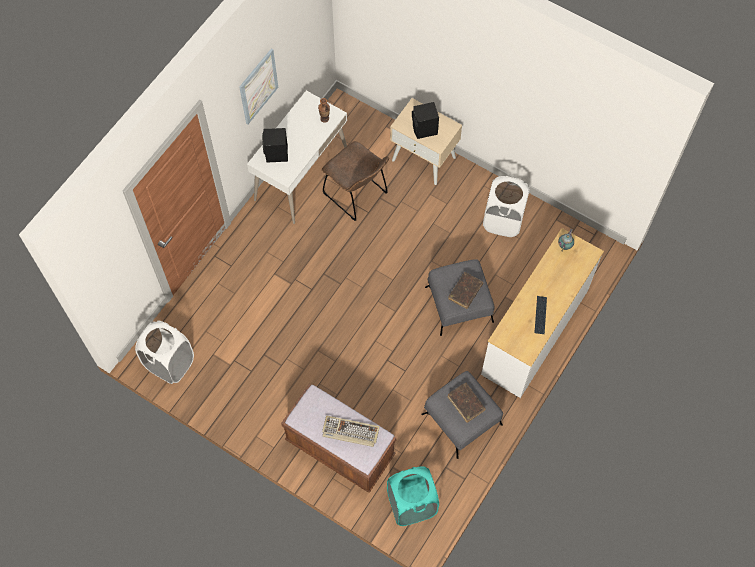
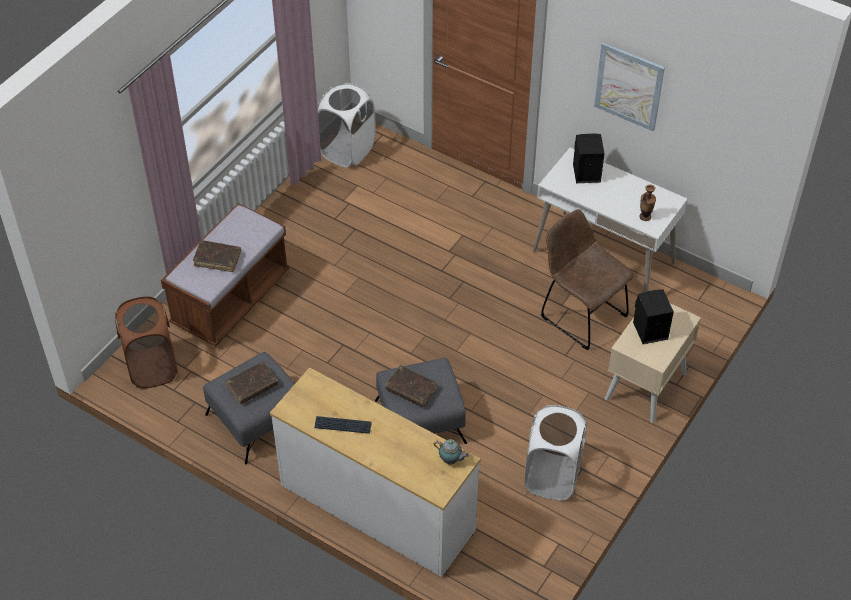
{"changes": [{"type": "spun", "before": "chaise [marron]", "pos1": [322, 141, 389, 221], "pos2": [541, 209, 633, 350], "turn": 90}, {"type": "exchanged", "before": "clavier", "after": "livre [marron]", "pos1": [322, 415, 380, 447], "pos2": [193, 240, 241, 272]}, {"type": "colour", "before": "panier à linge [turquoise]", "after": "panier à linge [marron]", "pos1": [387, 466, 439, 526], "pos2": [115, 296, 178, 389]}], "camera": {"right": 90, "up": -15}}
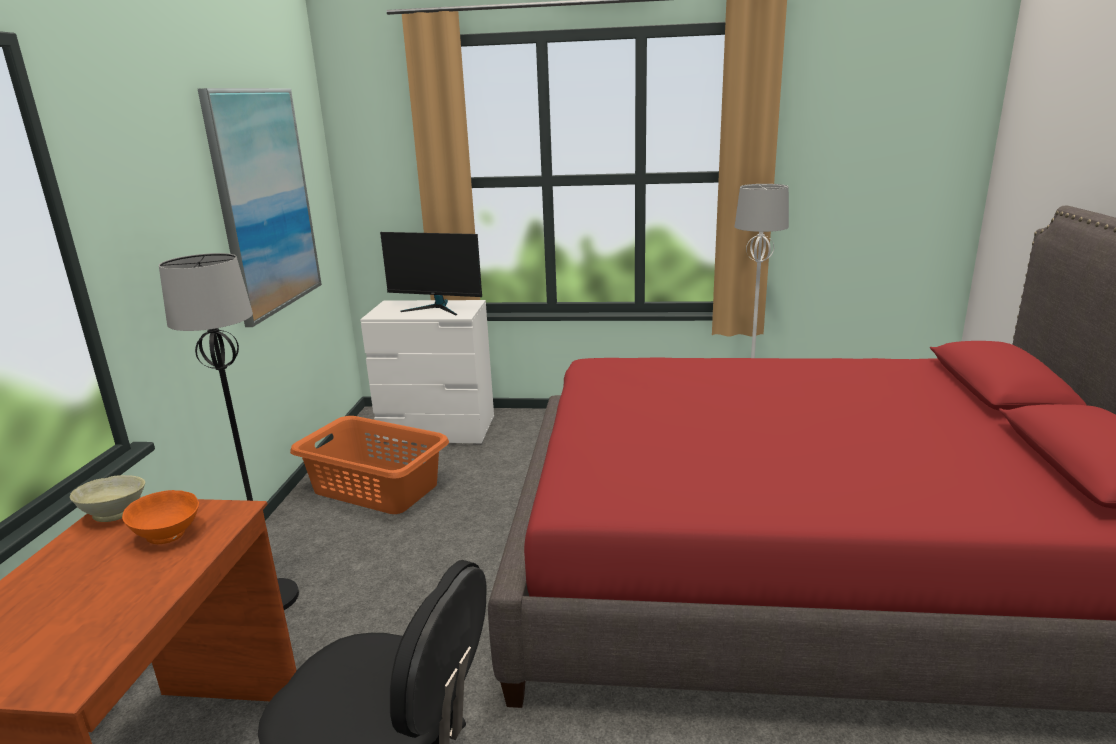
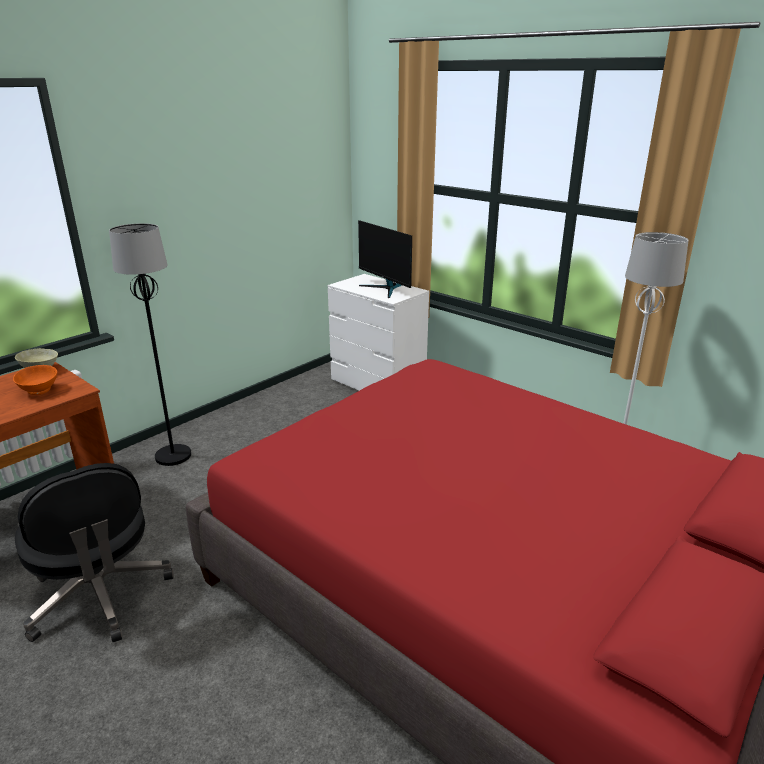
{"changes": [{"type": "missing", "before": "tableau", "pos1": [198, 88, 322, 327]}, {"type": "missing", "before": "panier à linge [orange]", "pos1": [290, 416, 449, 514]}], "camera": {"right": 35, "up": 5}}
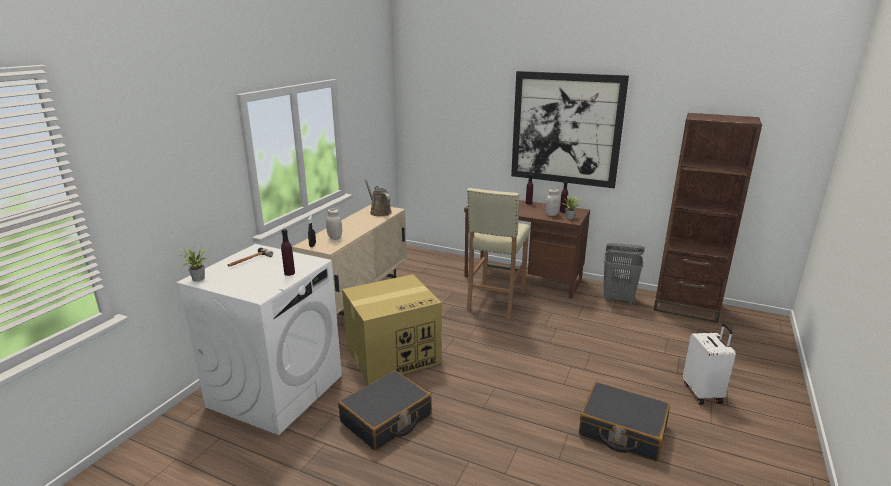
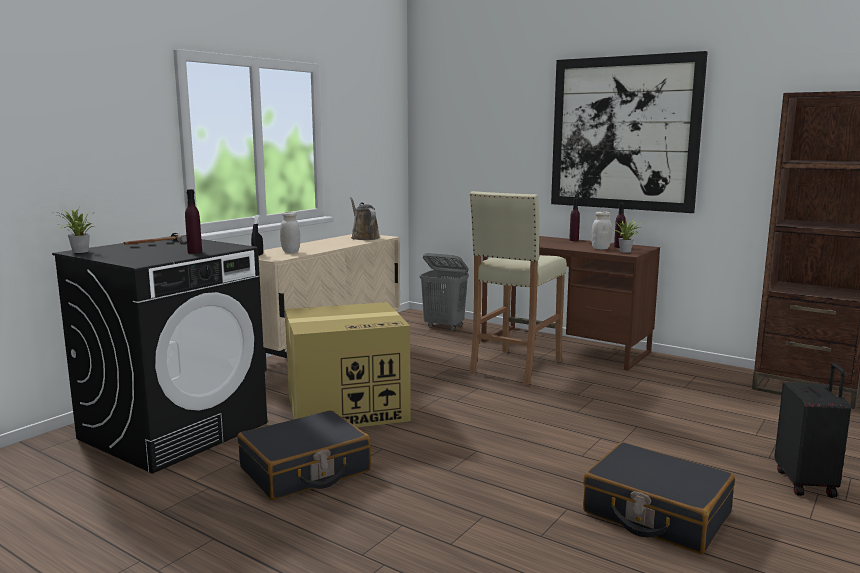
{"changes": [{"type": "relocated", "before": "panier à linge [gris]", "pos1": [603, 243, 645, 304], "pos2": [419, 253, 469, 331]}, {"type": "colour", "before": "lave-linge [blanc]", "after": "lave-linge [noir]", "pos1": [176, 244, 342, 435], "pos2": [52, 236, 267, 474]}, {"type": "colour", "before": "valise [blanc]", "after": "valise [noir]", "pos1": [683, 323, 736, 405], "pos2": [775, 363, 851, 498]}], "camera": {"right": 10, "up": -10}}
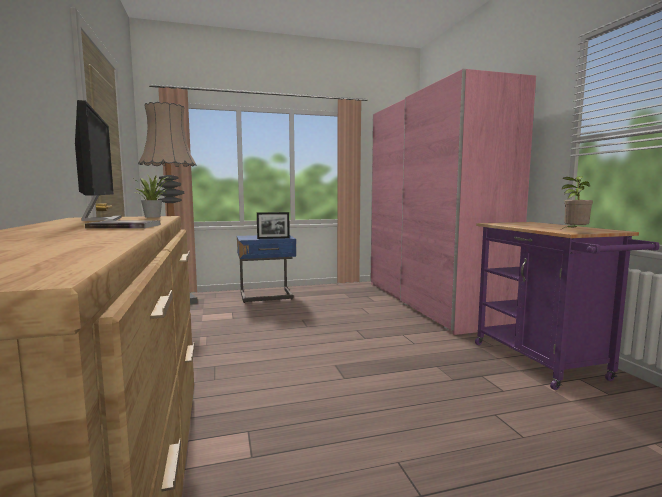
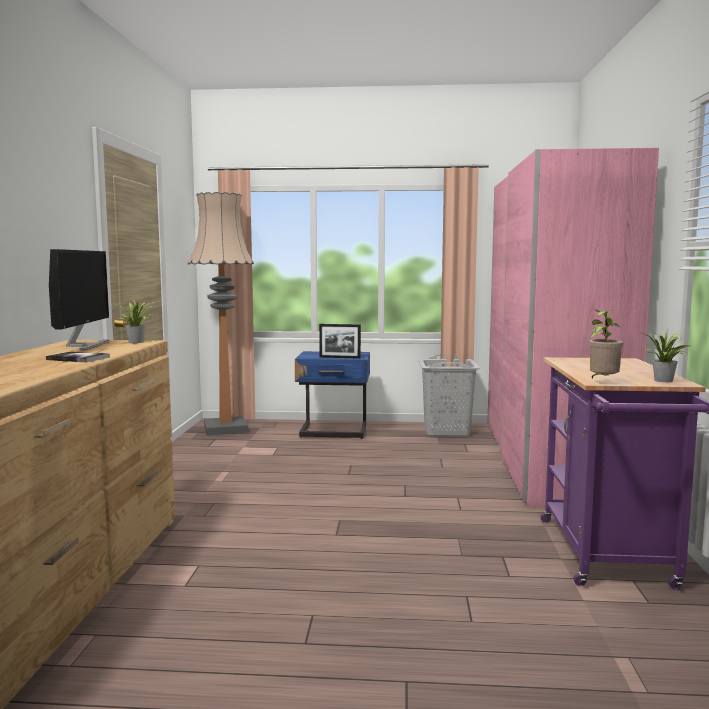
{"changes": [{"type": "appeared", "after": "plante en pot", "pos2": [640, 329, 690, 382]}, {"type": "appeared", "after": "panier à linge [gris]", "pos2": [419, 355, 480, 437]}], "camera": {"right": 20, "up": 0}}
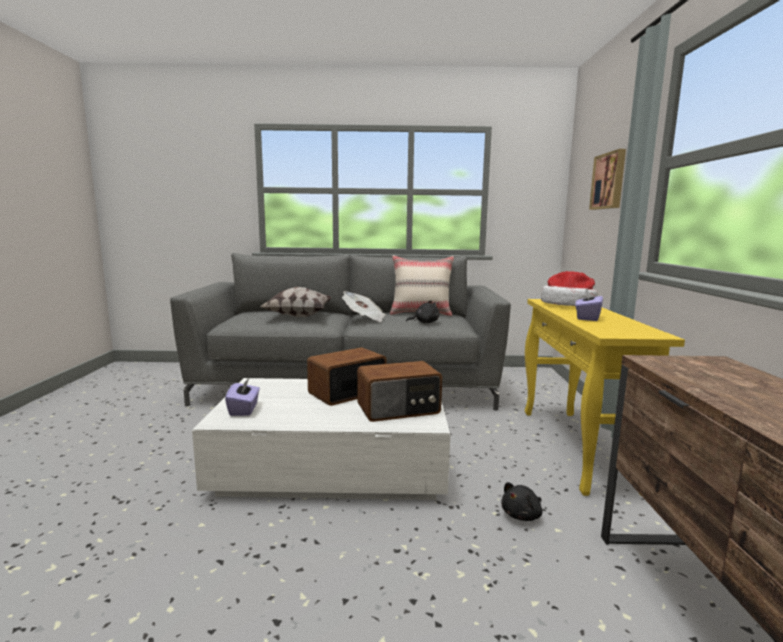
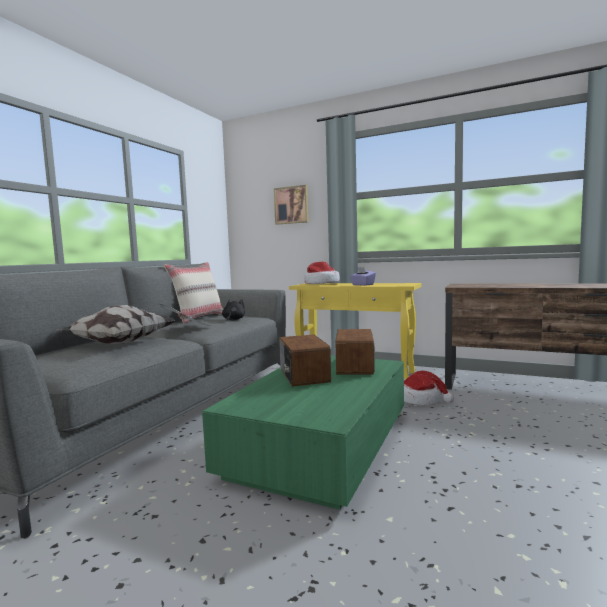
{"changes": [{"type": "missing", "before": "boîte à mouchoirs [violet]", "pos1": [225, 377, 260, 416]}, {"type": "colour", "before": "table basse [blanc]", "after": "table basse [vert]", "pos1": [192, 378, 450, 500], "pos2": [202, 355, 404, 510]}, {"type": "exchanged", "before": "peluche [noir]", "after": "chapeau", "pos1": [501, 482, 542, 521], "pos2": [404, 371, 454, 405]}], "camera": {"right": -65, "up": -5}}
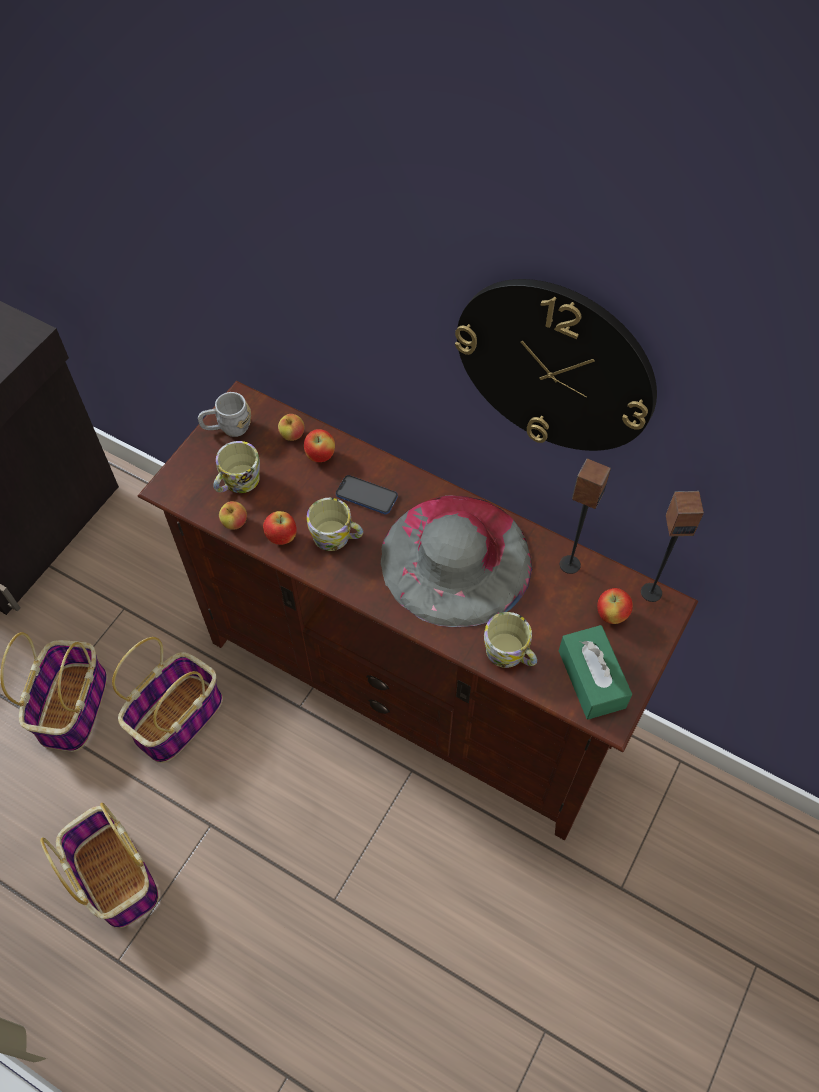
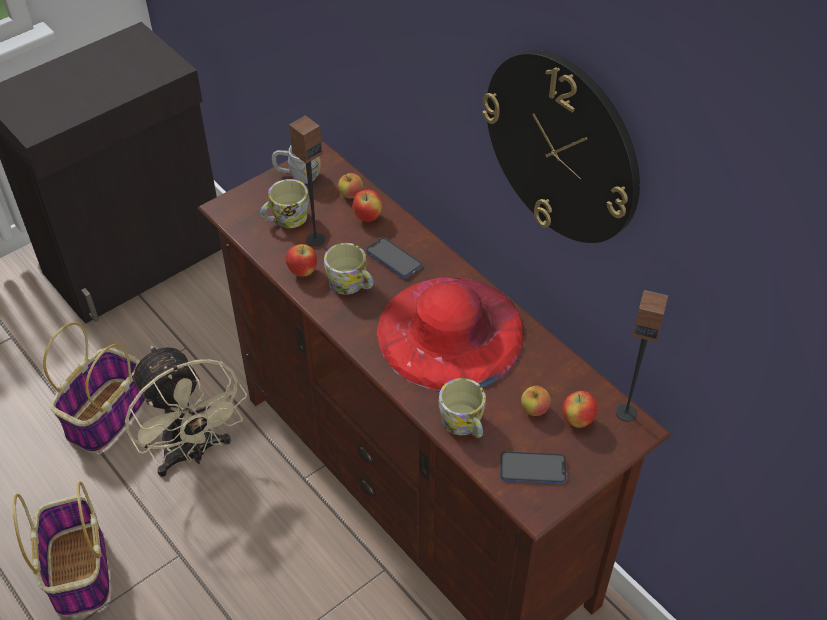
{"changes": [{"type": "relocated", "before": "enceinte", "pos1": [560, 458, 611, 574], "pos2": [289, 115, 325, 246]}, {"type": "colour", "before": "chapeau [gris]", "after": "chapeau [rouge]", "pos1": [381, 495, 532, 627], "pos2": [376, 277, 524, 391]}, {"type": "relocated", "before": "pomme", "pos1": [219, 501, 247, 530], "pos2": [521, 386, 551, 416]}, {"type": "exchanged", "before": "boîte à mouchoirs [vert]", "after": "téléphone", "pos1": [559, 625, 632, 720], "pos2": [500, 451, 567, 484]}, {"type": "exchanged", "before": "panier", "after": "ventilateur [beige]", "pos1": [112, 637, 223, 763], "pos2": [125, 346, 247, 477]}], "camera": {"right": 20, "up": -10}}
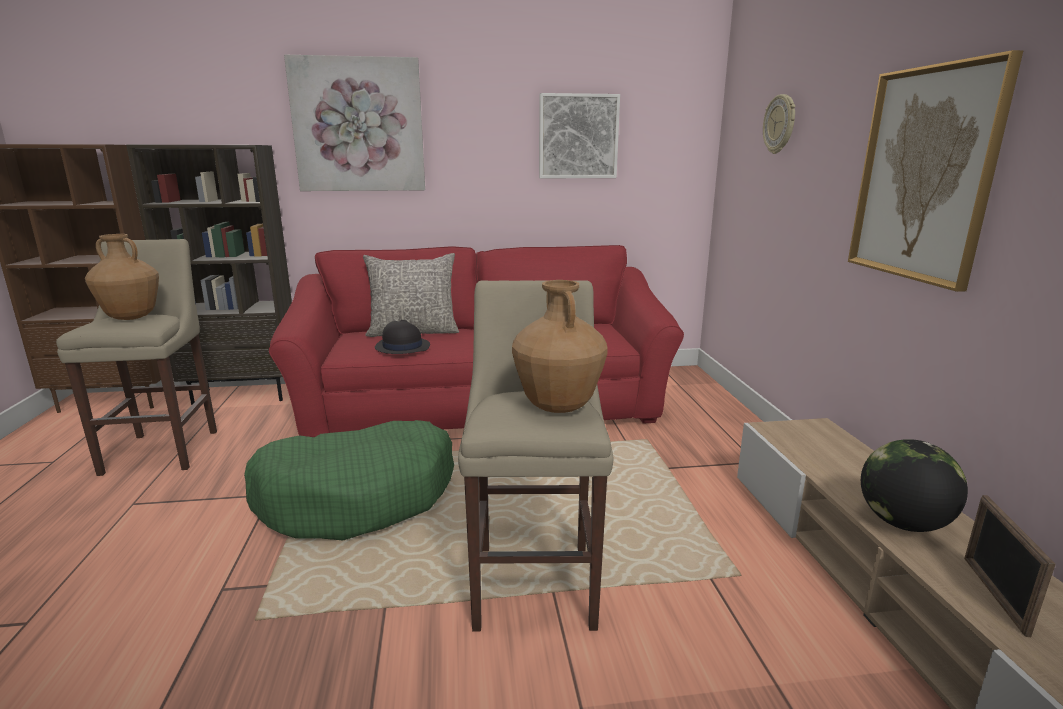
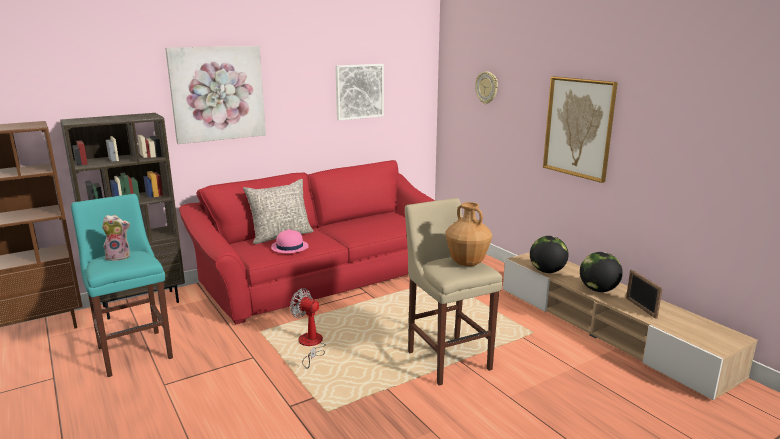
{"changes": [{"type": "exchanged", "before": "vase [marron]", "after": "peluche", "pos1": [85, 234, 159, 320], "pos2": [102, 215, 130, 261]}, {"type": "colour", "before": "tabouret [beige]", "after": "tabouret [turquoise]", "pos1": [56, 239, 217, 476], "pos2": [71, 194, 173, 377]}, {"type": "colour", "before": "chapeau [noir]", "after": "chapeau [rose]", "pos1": [375, 320, 430, 354], "pos2": [271, 229, 308, 253]}, {"type": "exchanged", "before": "panier pour chien [vert]", "after": "ventilateur", "pos1": [244, 420, 454, 540], "pos2": [290, 288, 326, 369]}, {"type": "appeared", "after": "globe", "pos2": [530, 236, 568, 273]}], "camera": {"right": -25, "up": 0}}
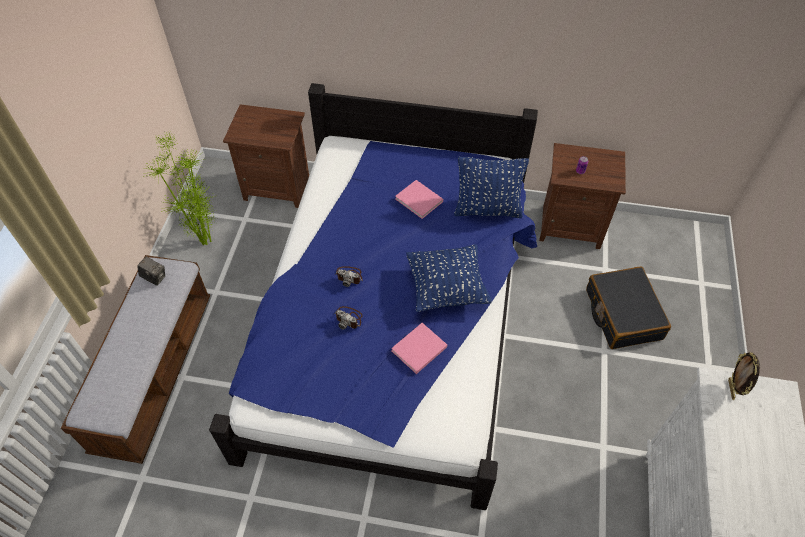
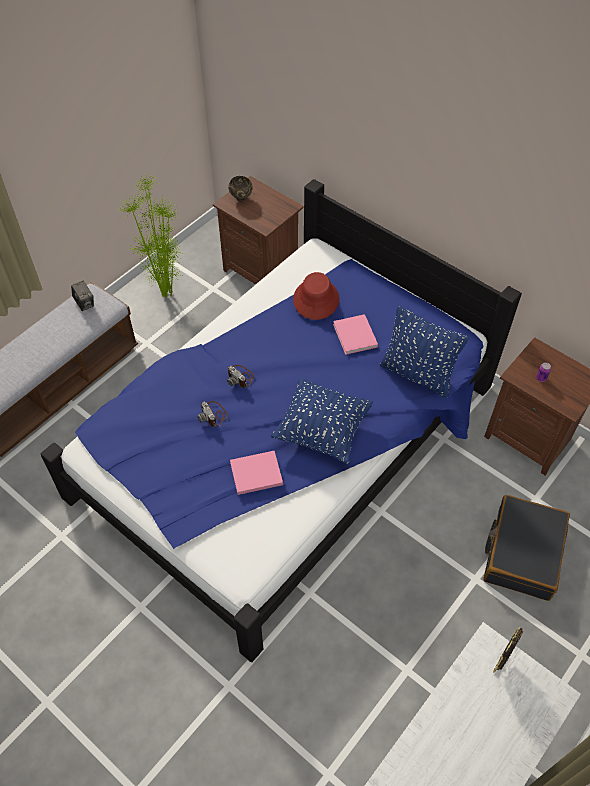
{"changes": [{"type": "appeared", "after": "bol [marron]", "pos2": [228, 176, 253, 202]}, {"type": "appeared", "after": "chapeau [rouge]", "pos2": [293, 272, 339, 320]}], "camera": {"right": 30, "up": 0}}
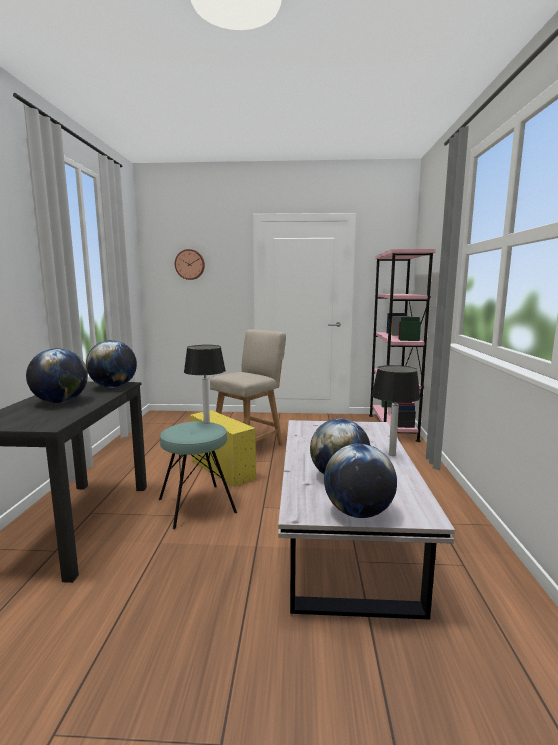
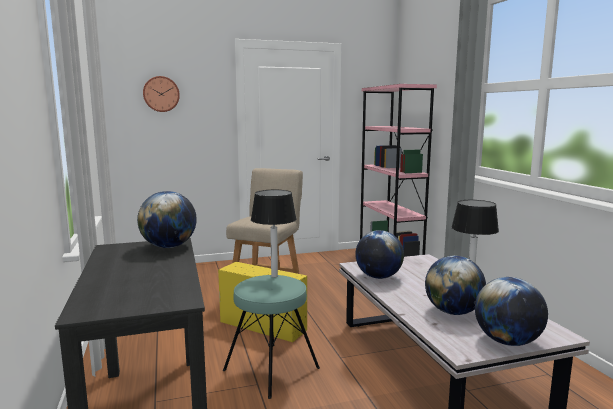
{"changes": [{"type": "relocated", "before": "globe", "pos1": [26, 348, 88, 403], "pos2": [355, 230, 404, 279]}], "camera": {"right": -20, "up": 0}}
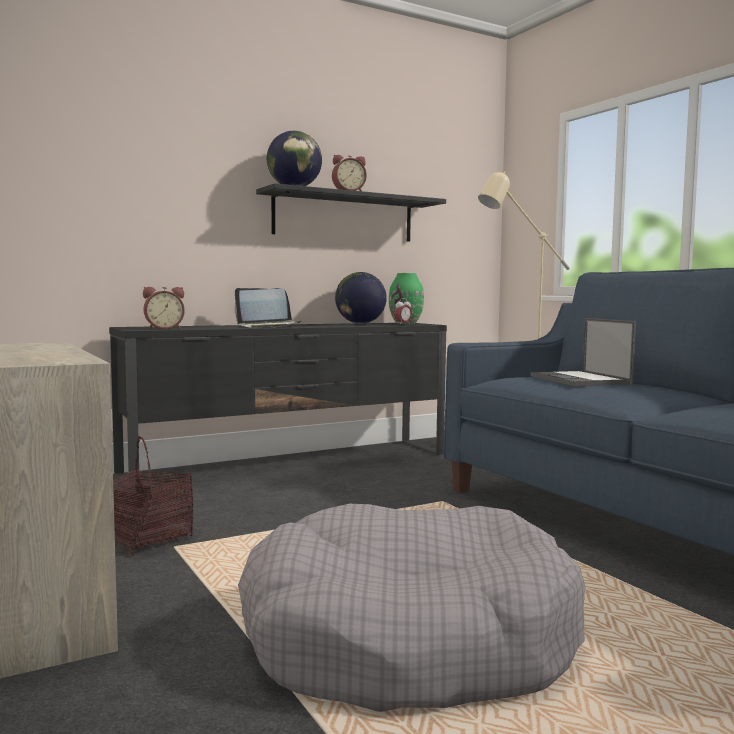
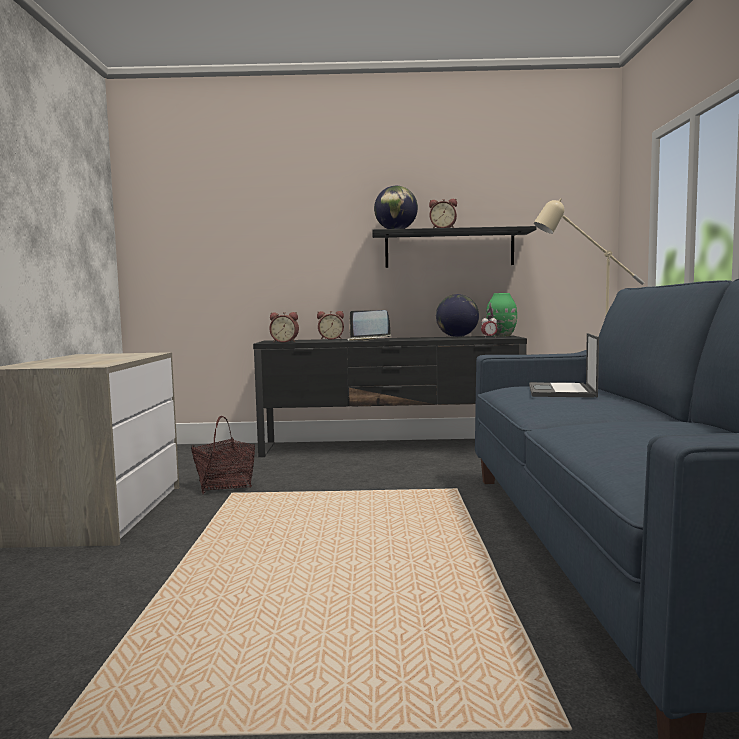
{"changes": [{"type": "missing", "before": "panier pour chien [gris]", "pos1": [238, 504, 586, 712]}, {"type": "appeared", "after": "réveil", "pos2": [317, 311, 344, 340]}], "camera": {"right": 30, "up": 0}}
